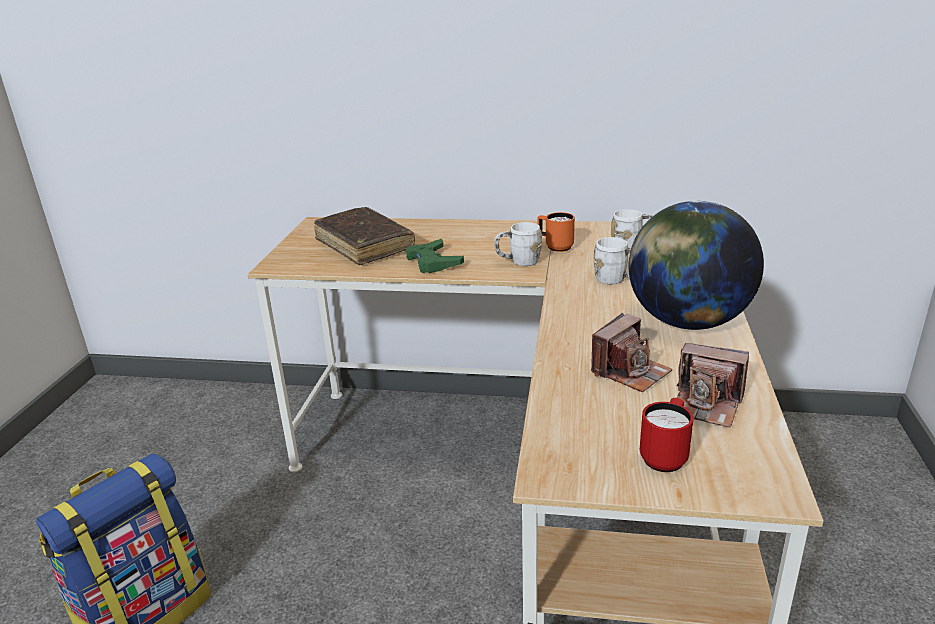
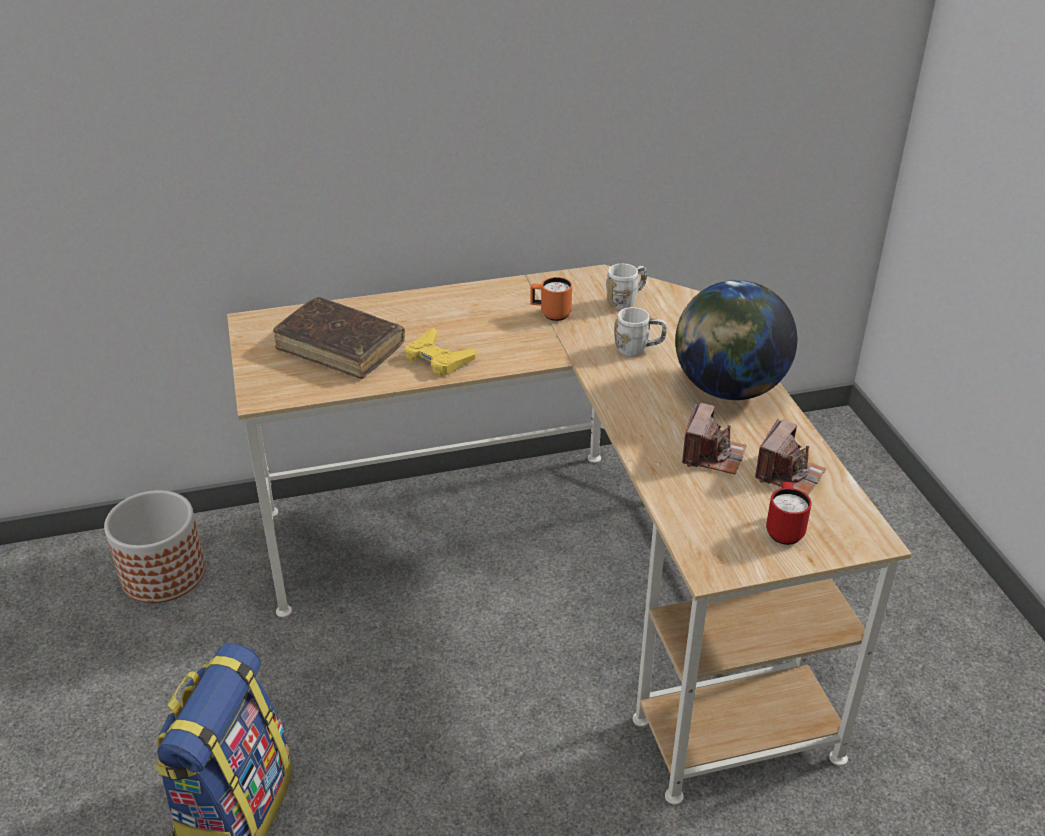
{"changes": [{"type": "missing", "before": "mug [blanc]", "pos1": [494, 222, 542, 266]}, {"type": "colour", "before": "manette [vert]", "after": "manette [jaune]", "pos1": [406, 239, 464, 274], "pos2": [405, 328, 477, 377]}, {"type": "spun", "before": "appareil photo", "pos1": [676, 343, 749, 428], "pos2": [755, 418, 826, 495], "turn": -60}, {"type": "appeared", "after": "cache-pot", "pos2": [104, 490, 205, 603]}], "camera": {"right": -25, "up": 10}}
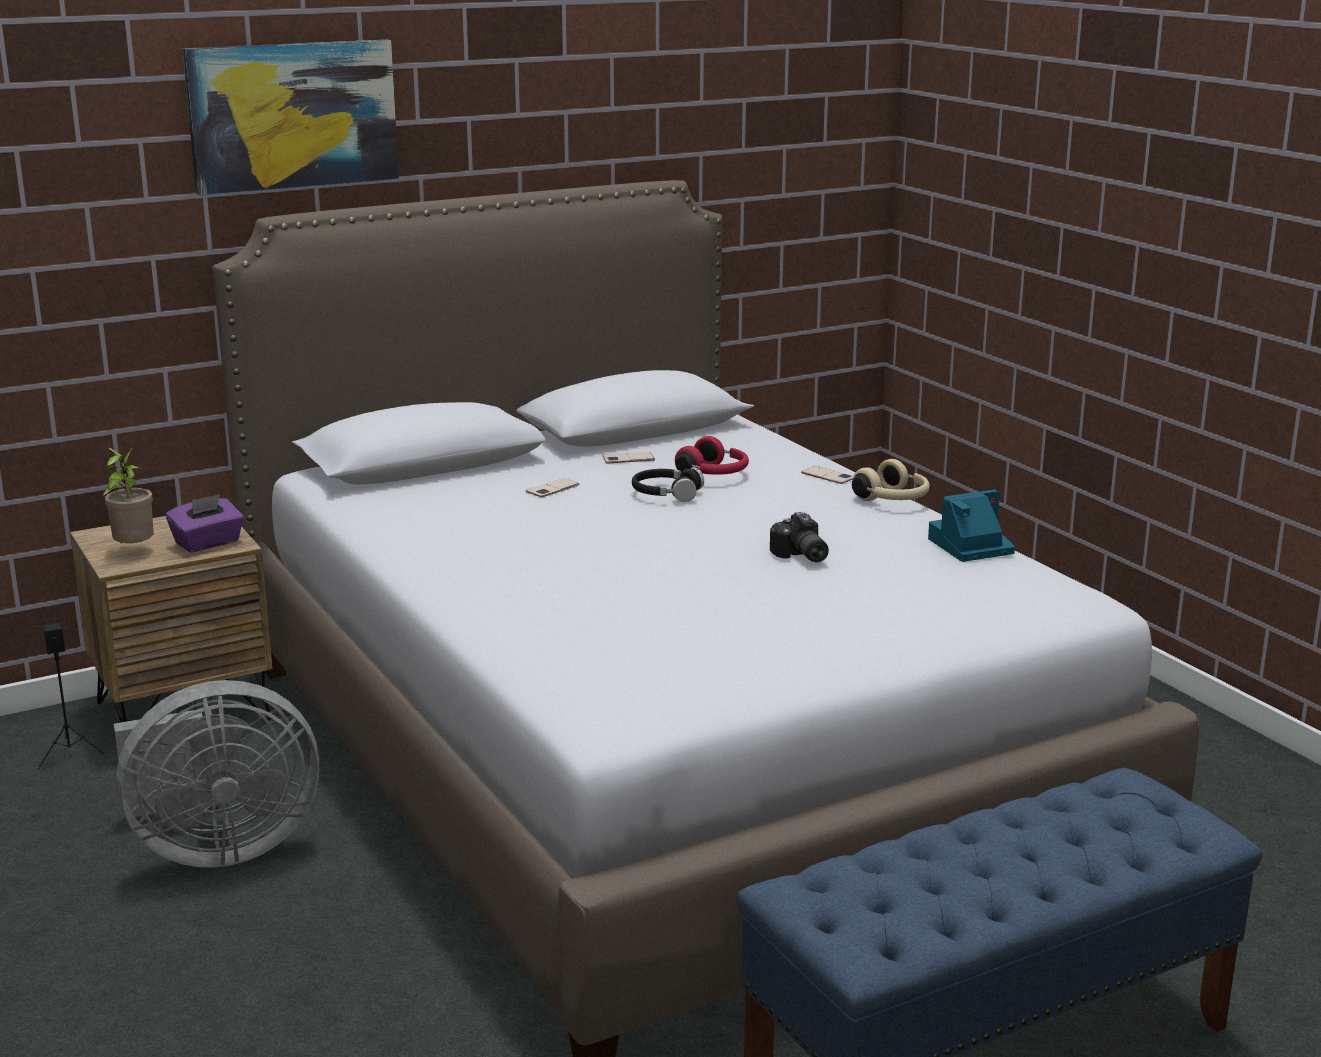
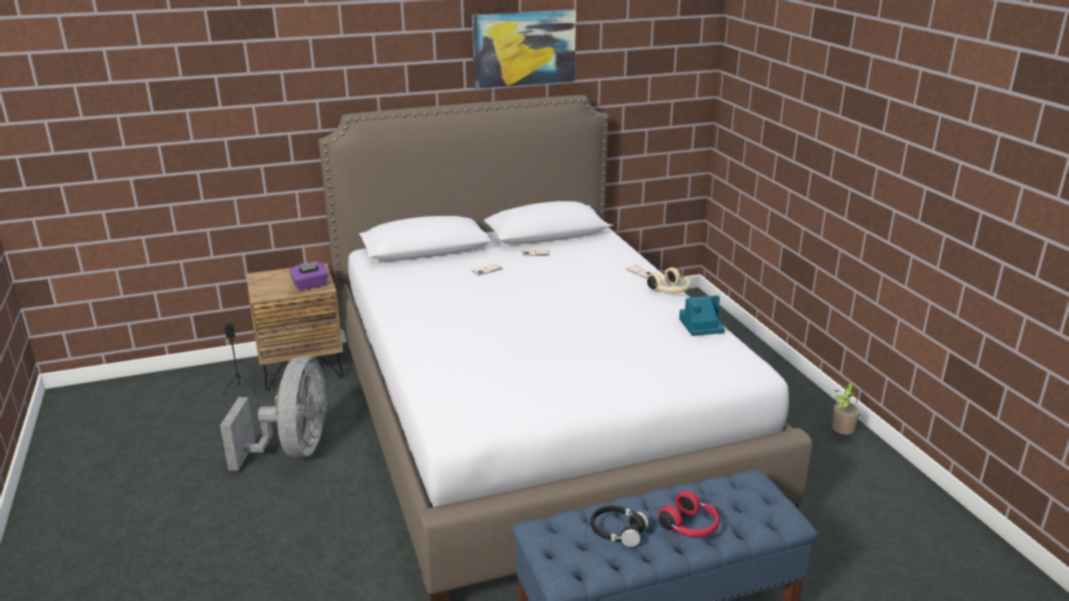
{"changes": [{"type": "relocated", "before": "tableau", "pos1": [182, 40, 399, 195], "pos2": [472, 9, 576, 89]}, {"type": "relocated", "before": "casque audio [rouge]", "pos1": [675, 436, 749, 475], "pos2": [658, 491, 720, 537]}, {"type": "relocated", "before": "plante en pot", "pos1": [103, 446, 154, 543], "pos2": [829, 381, 860, 435]}, {"type": "relocated", "before": "casque audio [noir]", "pos1": [632, 467, 704, 502], "pos2": [590, 505, 649, 547]}, {"type": "missing", "before": "appareil photo", "pos1": [770, 512, 829, 562]}, {"type": "spun", "before": "ventilateur [gris]", "pos1": [114, 680, 319, 868], "pos2": [220, 356, 327, 471], "turn": -75}], "camera": {"right": 10, "up": 5}}
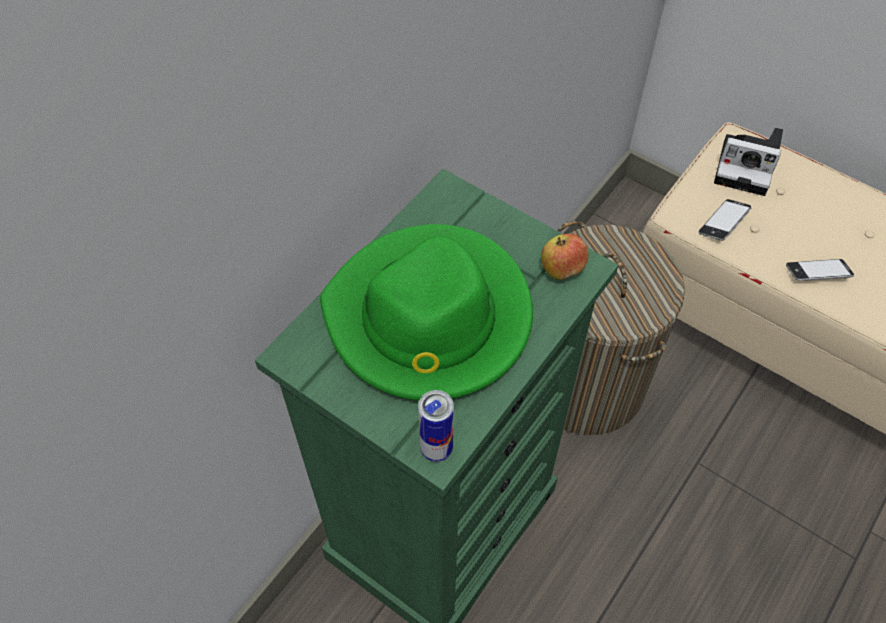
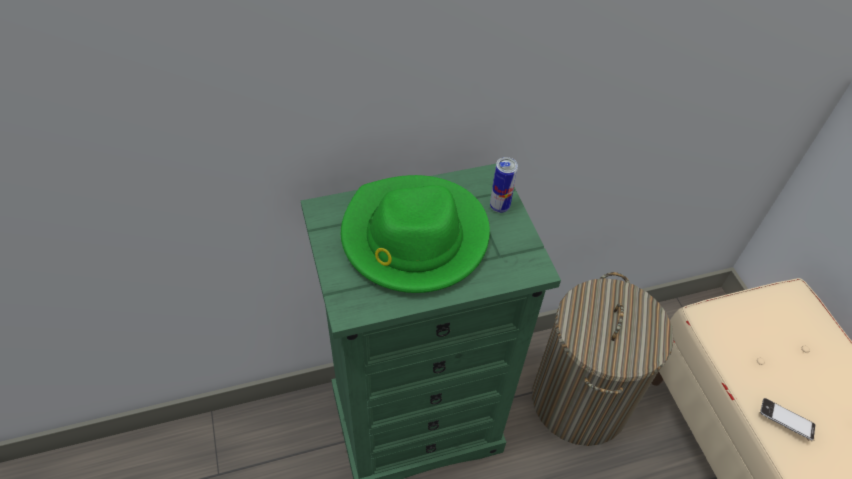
{"changes": [{"type": "missing", "before": "appareil photo", "pos1": [714, 128, 783, 196]}, {"type": "missing", "before": "téléphone", "pos1": [699, 199, 752, 241]}, {"type": "missing", "before": "pomme", "pos1": [541, 234, 589, 280]}, {"type": "relocated", "before": "boîte métallique", "pos1": [418, 390, 454, 462], "pos2": [490, 157, 518, 213]}], "camera": {"right": 35, "up": -5}}
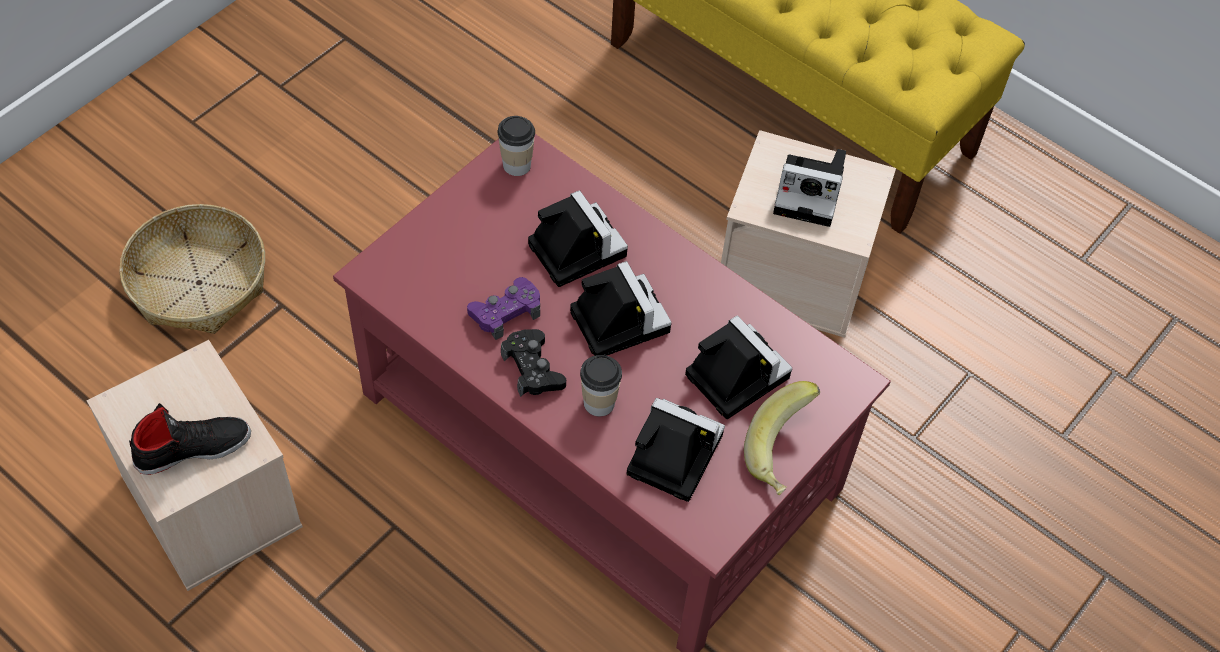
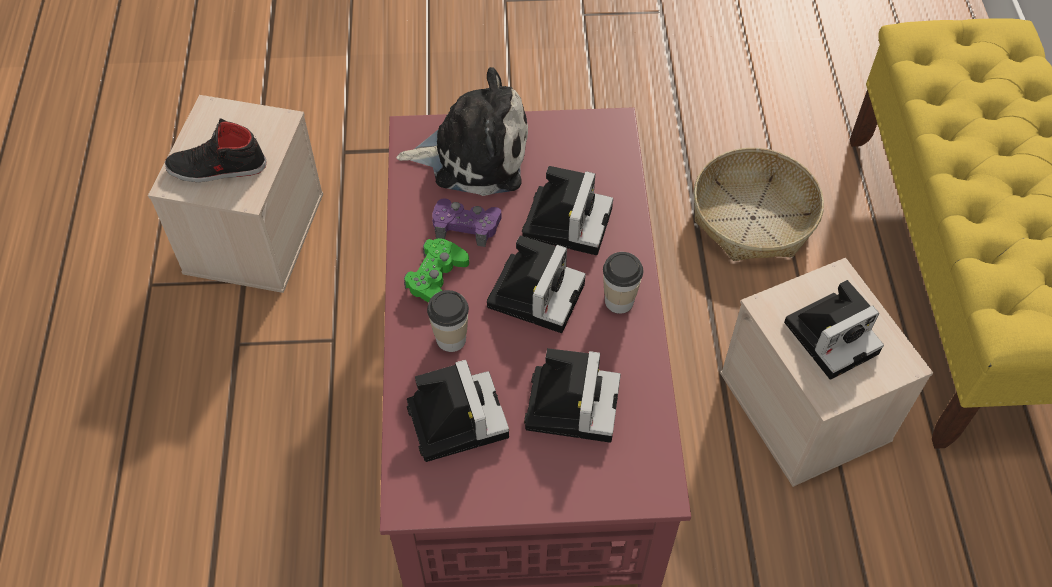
{"changes": [{"type": "relocated", "before": "tasse", "pos1": [498, 116, 535, 176], "pos2": [603, 252, 643, 314]}, {"type": "spun", "before": "appareil photo", "pos1": [773, 149, 846, 227], "pos2": [784, 280, 884, 380], "turn": -90}, {"type": "relocated", "before": "panier", "pos1": [119, 204, 265, 334], "pos2": [694, 148, 824, 261]}, {"type": "colour", "before": "manette [noir]", "after": "manette [vert]", "pos1": [501, 329, 566, 397], "pos2": [404, 238, 469, 303]}, {"type": "missing", "before": "banane", "pos1": [744, 381, 820, 495]}, {"type": "spun", "before": "chaussure [noir]", "pos1": [129, 403, 251, 475], "pos2": [165, 118, 267, 182], "turn": 150}, {"type": "appeared", "after": "peluche", "pos2": [396, 67, 528, 196]}], "camera": {"right": 50, "up": 0}}
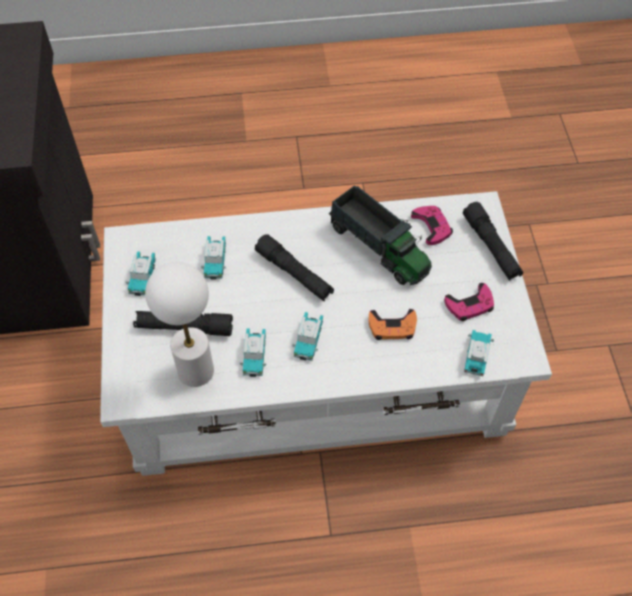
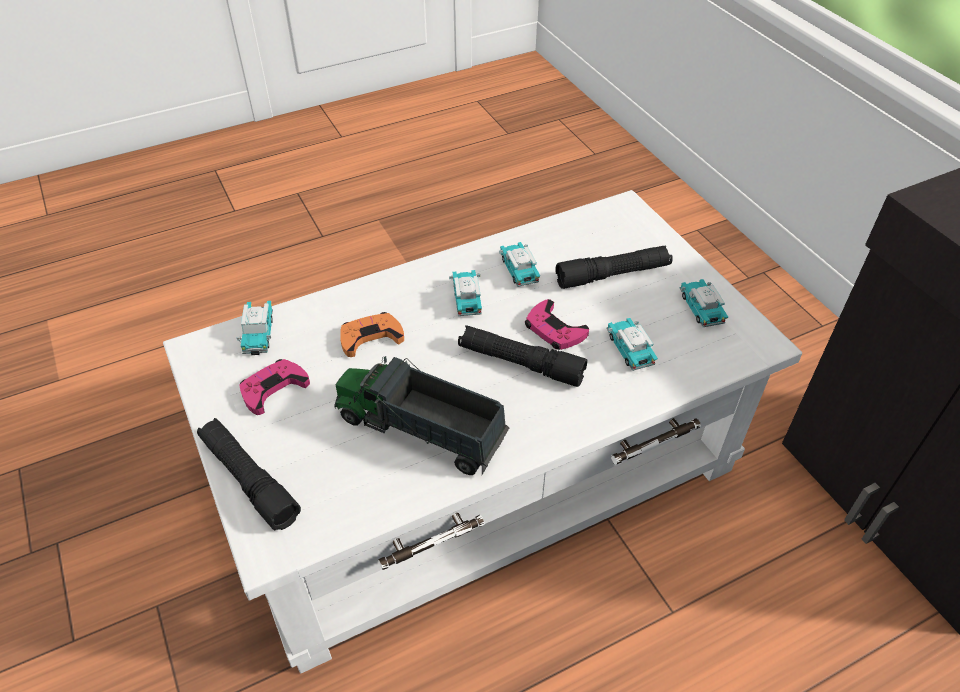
{"changes": [{"type": "relocated", "before": "manette [rose]", "pos1": [411, 206, 453, 245], "pos2": [525, 299, 589, 350]}, {"type": "missing", "before": "lampe de table [blanc]", "pos1": [145, 262, 214, 387]}], "camera": {"right": 160, "up": -10}}
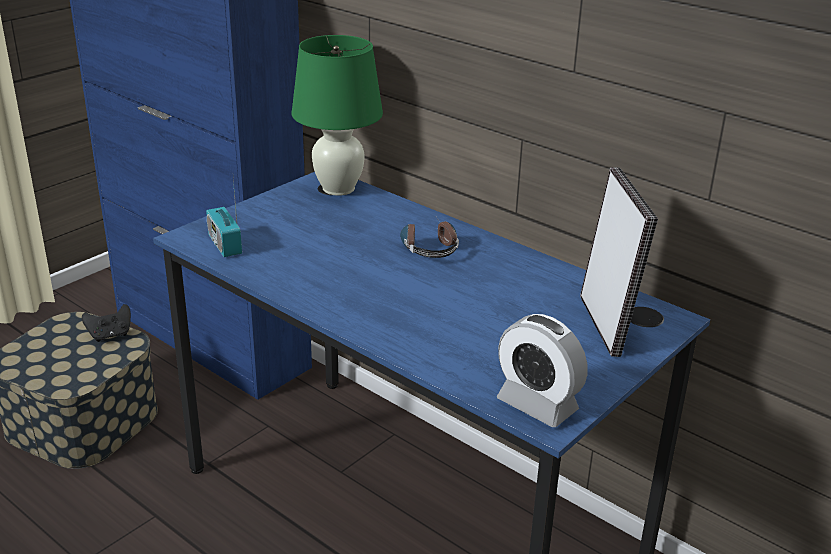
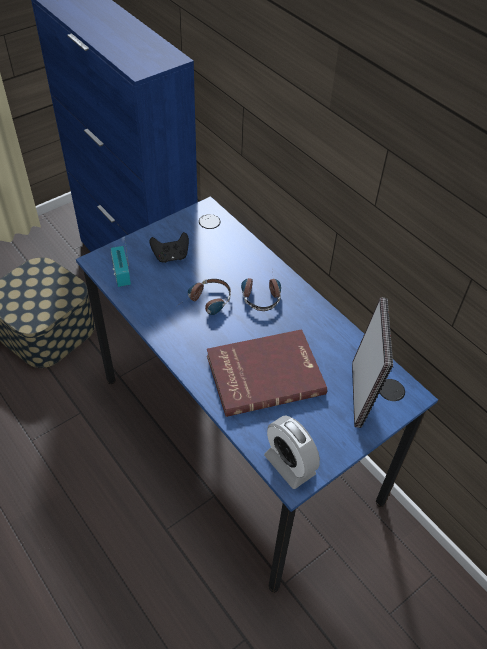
{"changes": [{"type": "missing", "before": "lampe de table [vert]", "pos1": [291, 35, 383, 196]}, {"type": "relocated", "before": "manette [noir]", "pos1": [82, 304, 131, 342], "pos2": [149, 232, 189, 263]}, {"type": "appeared", "after": "casque audio", "pos2": [176, 279, 231, 315]}, {"type": "appeared", "after": "livre [rouge]", "pos2": [207, 329, 327, 417]}], "camera": {"right": 10, "up": 20}}
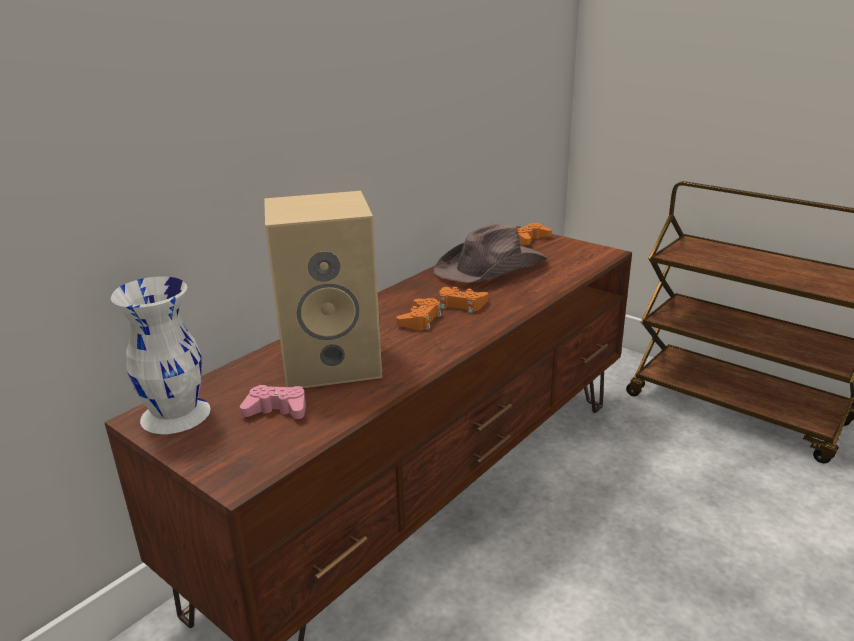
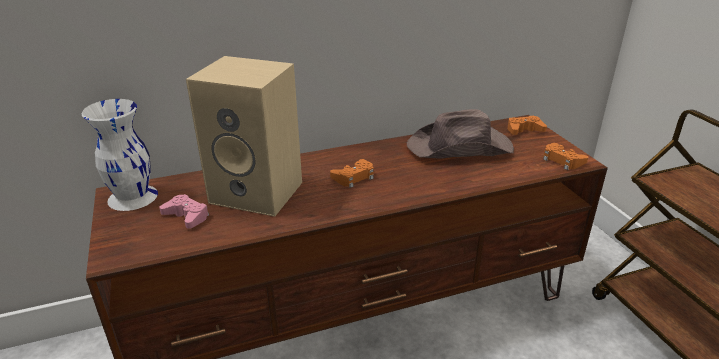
{"changes": [{"type": "relocated", "before": "manette [orange]", "pos1": [439, 287, 488, 313], "pos2": [543, 143, 588, 170]}], "camera": {"right": 30, "up": 5}}
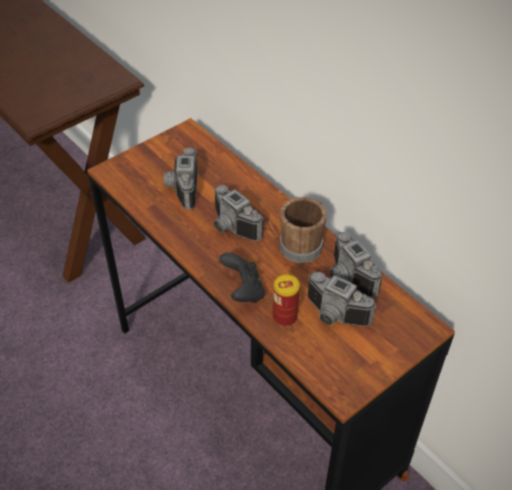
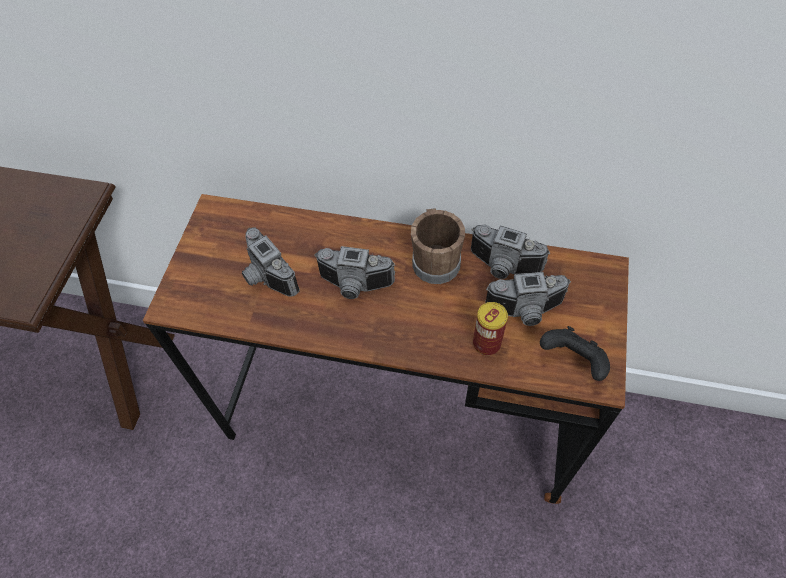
{"changes": [{"type": "relocated", "before": "manette [noir]", "pos1": [219, 253, 265, 303], "pos2": [540, 326, 610, 381]}], "camera": {"right": -35, "up": 10}}
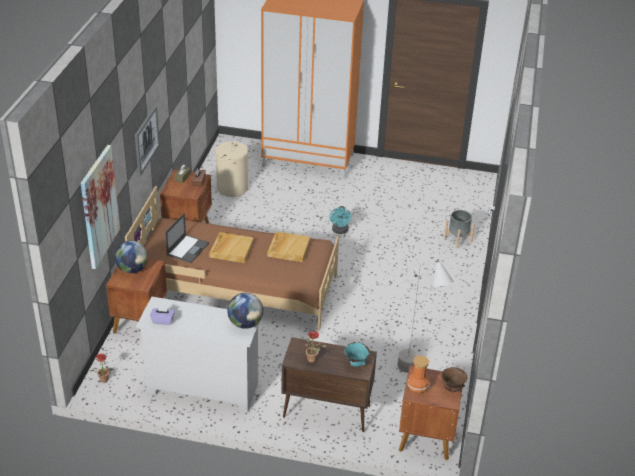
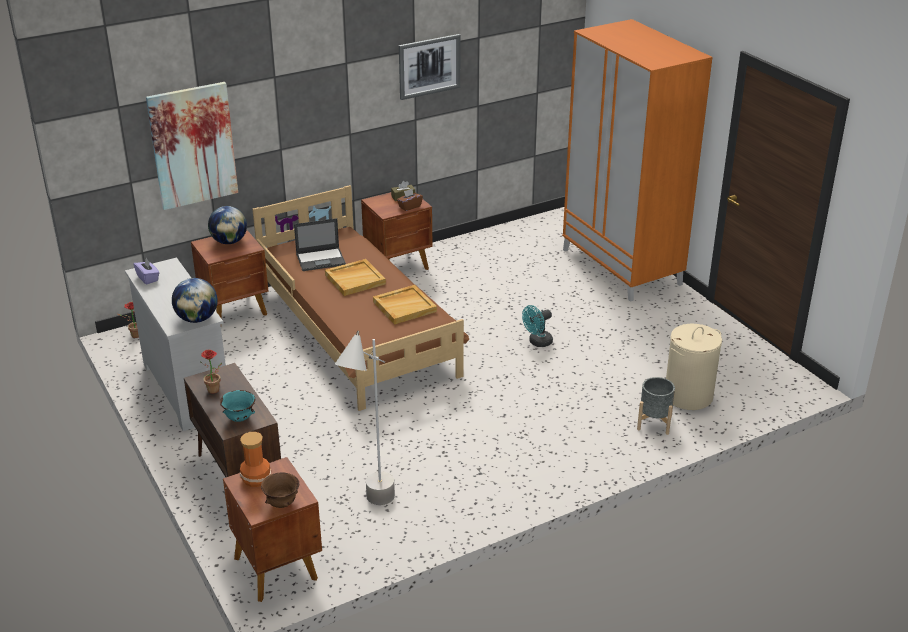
{"changes": [{"type": "relocated", "before": "tableau", "pos1": [135, 106, 160, 176], "pos2": [399, 34, 460, 100]}, {"type": "relocated", "before": "panier à linge [beige]", "pos1": [215, 141, 248, 197], "pos2": [666, 324, 722, 410]}], "camera": {"right": 50, "up": -5}}
